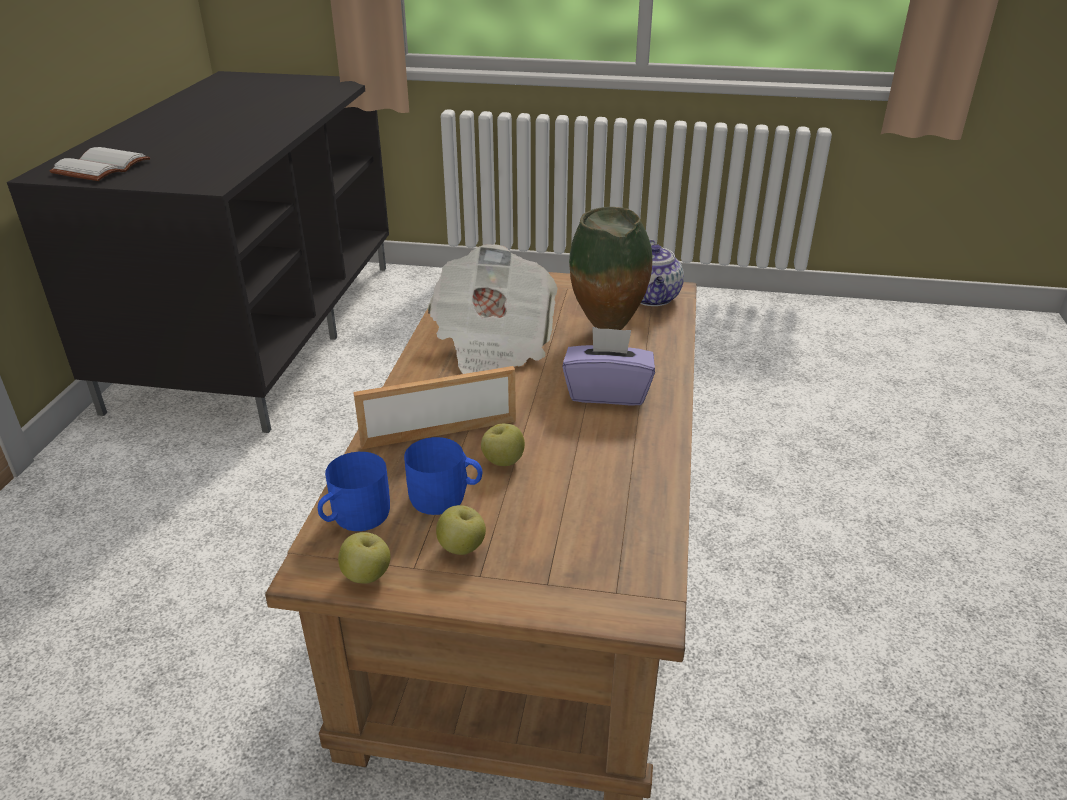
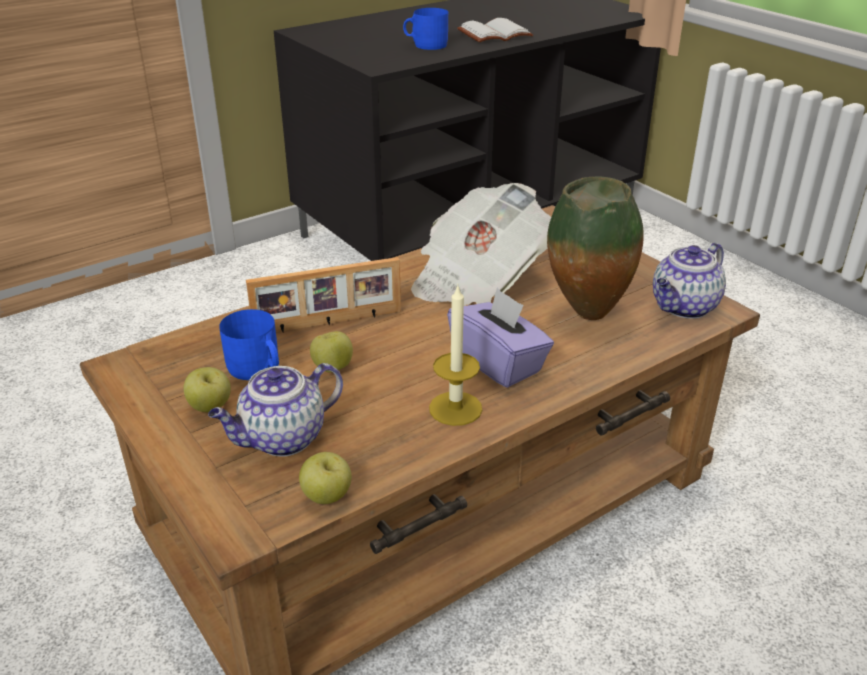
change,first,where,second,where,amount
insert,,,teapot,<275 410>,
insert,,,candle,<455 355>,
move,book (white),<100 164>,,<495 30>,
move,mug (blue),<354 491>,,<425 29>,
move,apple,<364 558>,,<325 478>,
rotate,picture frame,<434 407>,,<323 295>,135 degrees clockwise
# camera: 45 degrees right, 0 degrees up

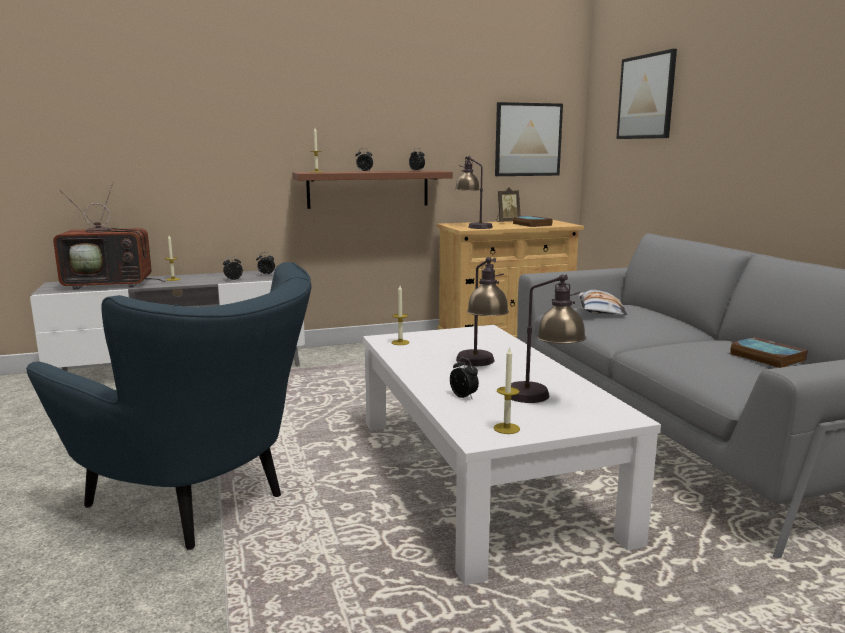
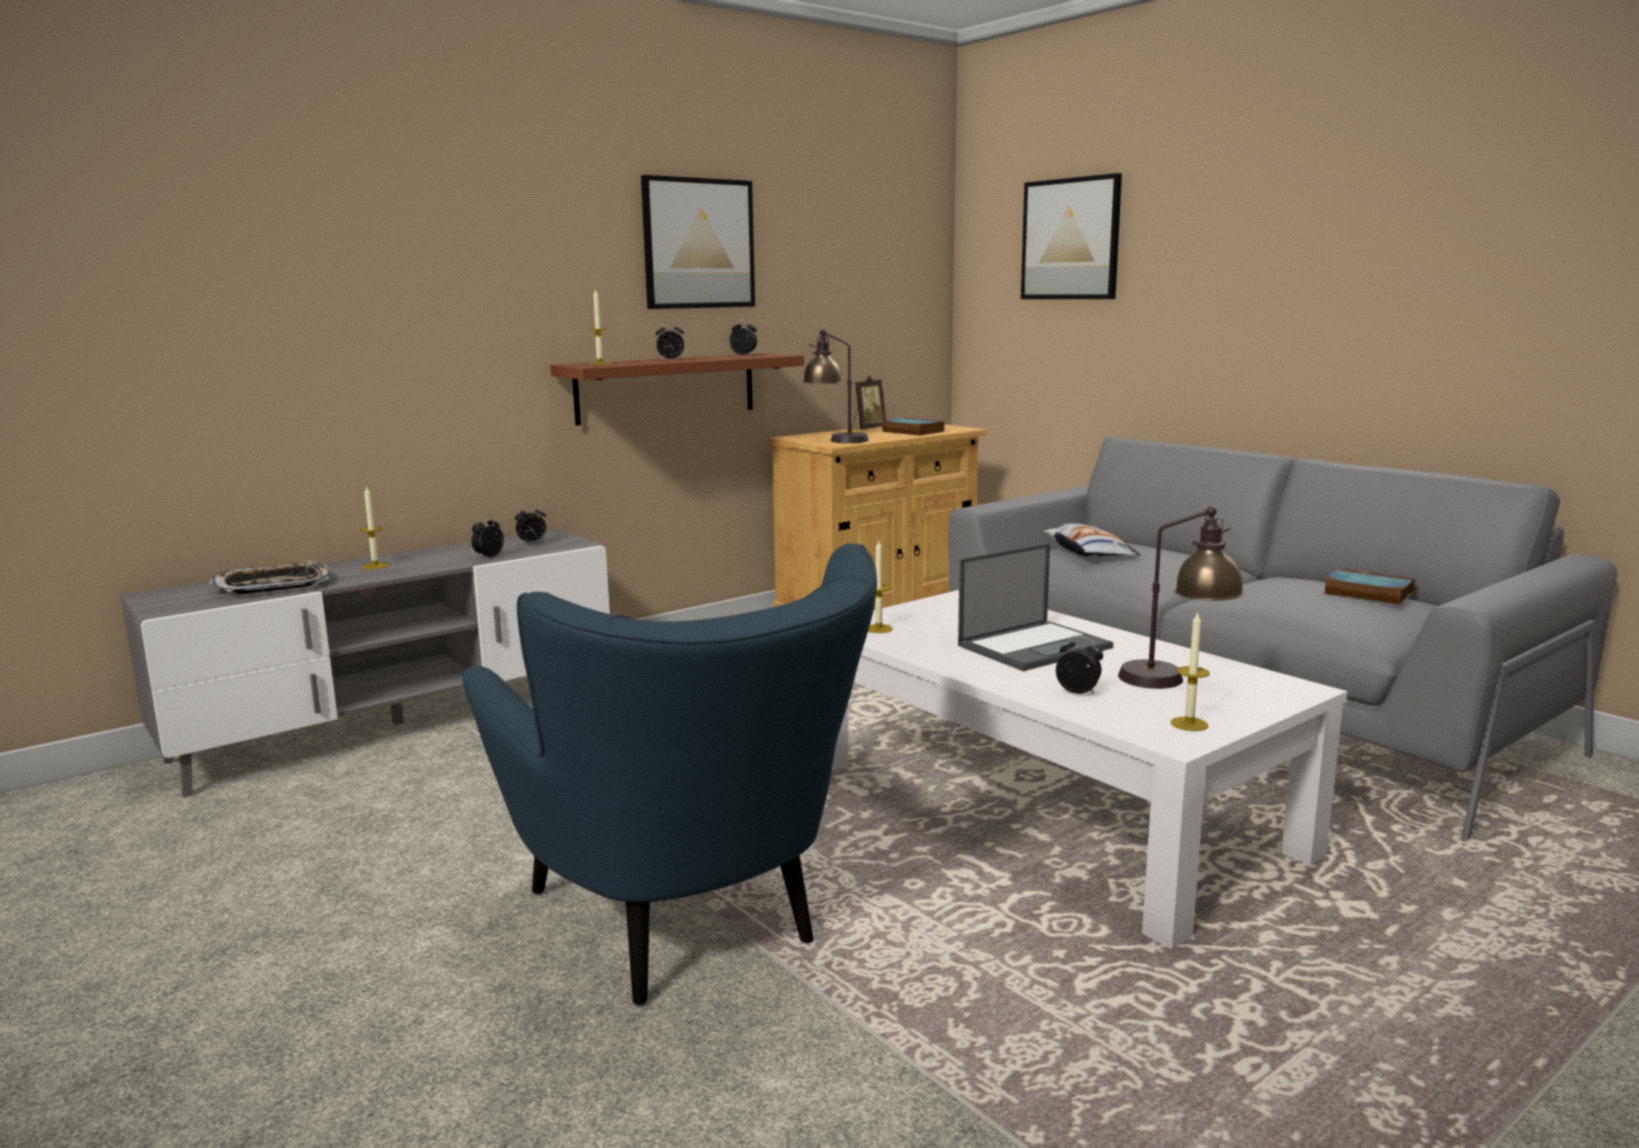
change,first,where,second,where,amount
move,picture,<529 139>,,<698 242>,
replace,television,<109 236>,tray,<270 577>,
replace,table lamp,<482 311>,laptop,<1035 607>,
rotate,armchair (blue),<169 406>,,<669 775>,45 degrees clockwise
# camera: 20 degrees left, 0 degrees up

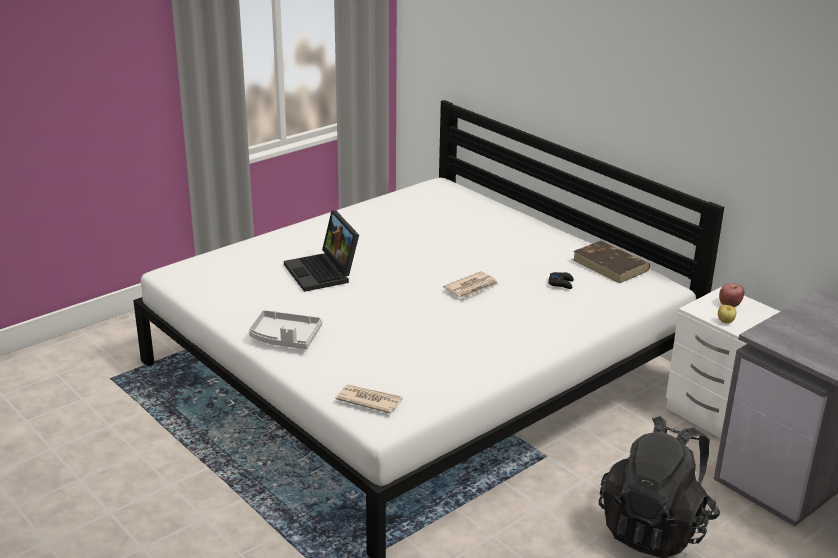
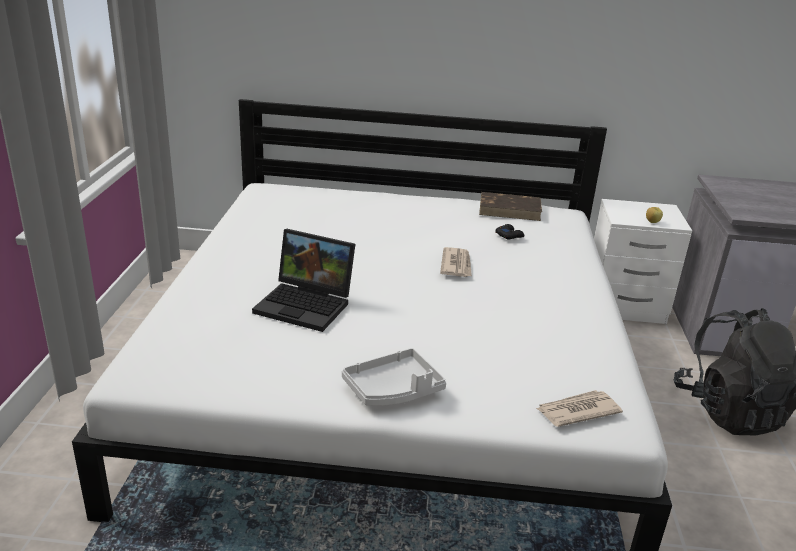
change,first,where,second,where,amount
delete,apple,<731 295>,,,
# camera: 45 degrees left, 0 degrees up

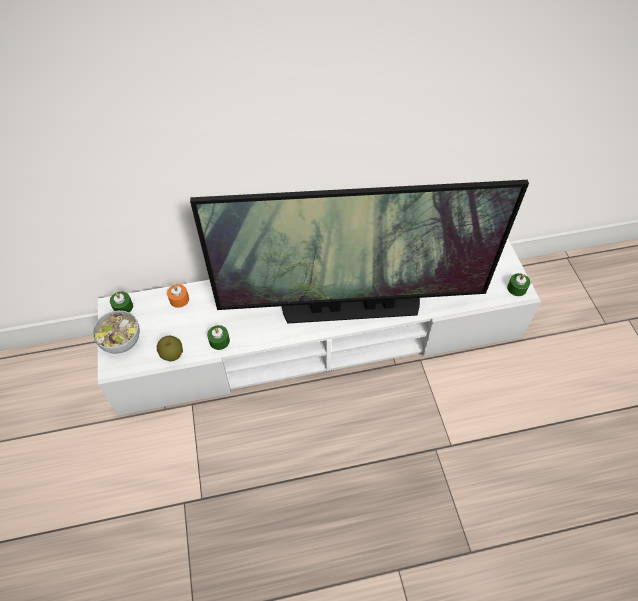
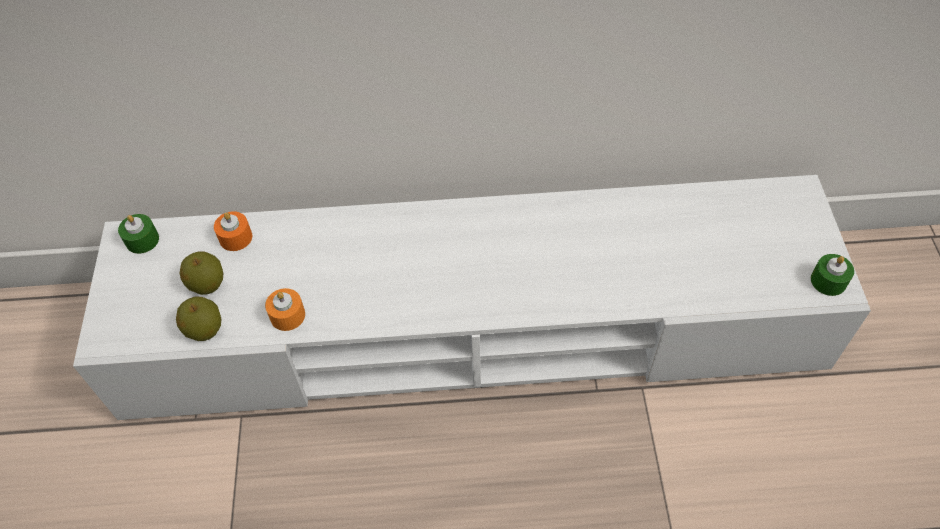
change,first,where,second,where,amount
delete,bowl,<116 332>,,,
delete,television,<359 251>,,,
insert,,,apple,<201 273>,
recolor,candle (green),<218 337>,candle (orange),<285 309>,
# camera: 10 degrees right, 0 degrees up

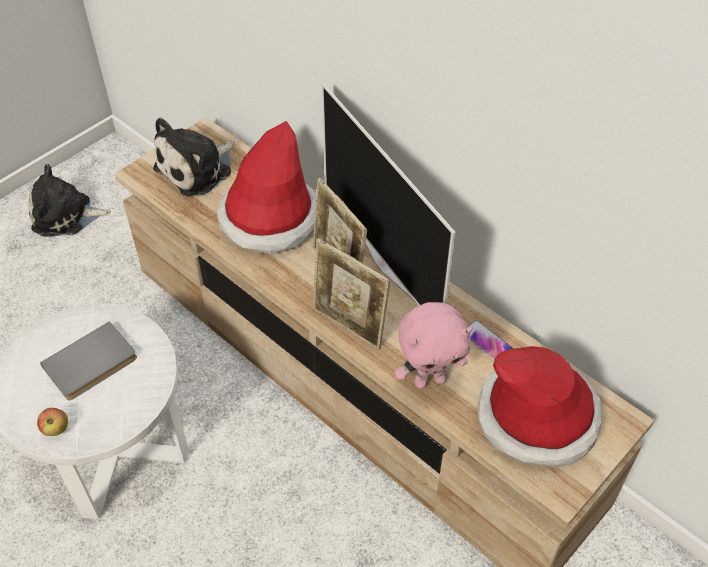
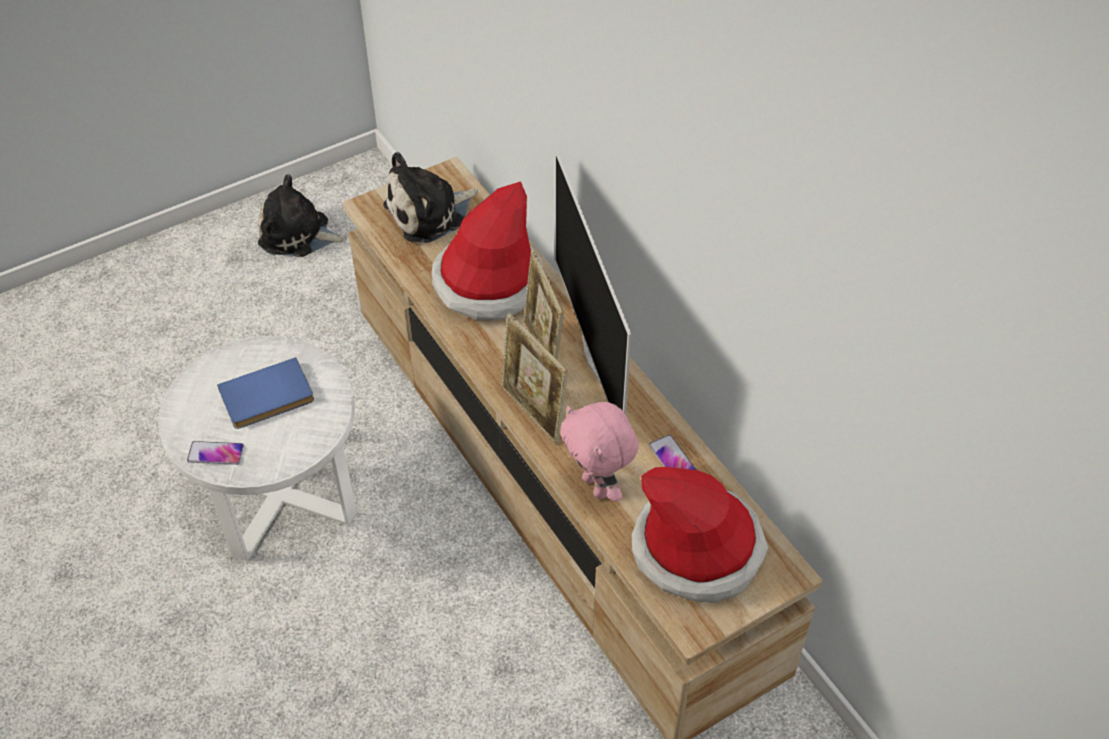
change,first,where,second,where,amount
replace,apple,<52 422>,phone,<215 453>,
recolor,book (grey),<88 360>,book (blue),<265 393>,
rotate,plush toy (pink),<434 345>,,<599 452>,60 degrees clockwise
# camera: 15 degrees right, 0 degrees up

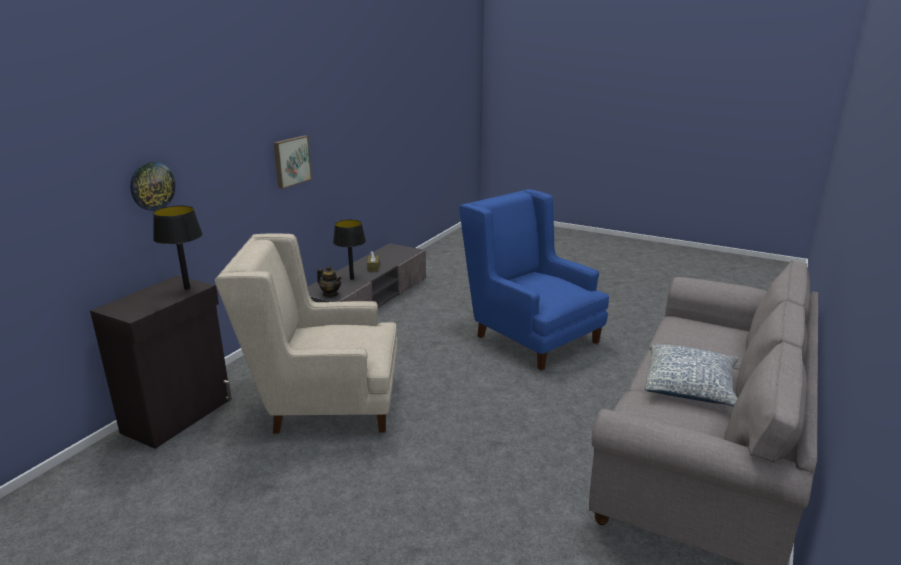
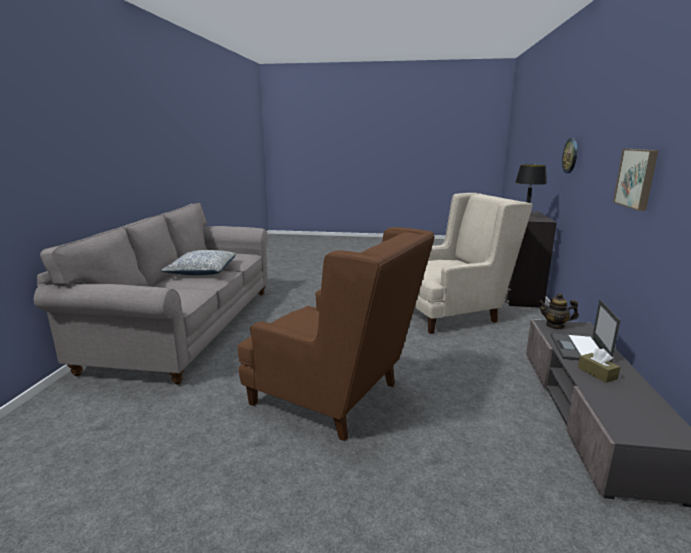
change,first,where,second,where,amount
replace,table lamp (black),<349 250>,laptop,<585 331>,
recolor,armchair (blue),<534 280>,armchair (brown),<336 334>,
# camera: 160 degrees right, 5 degrees down

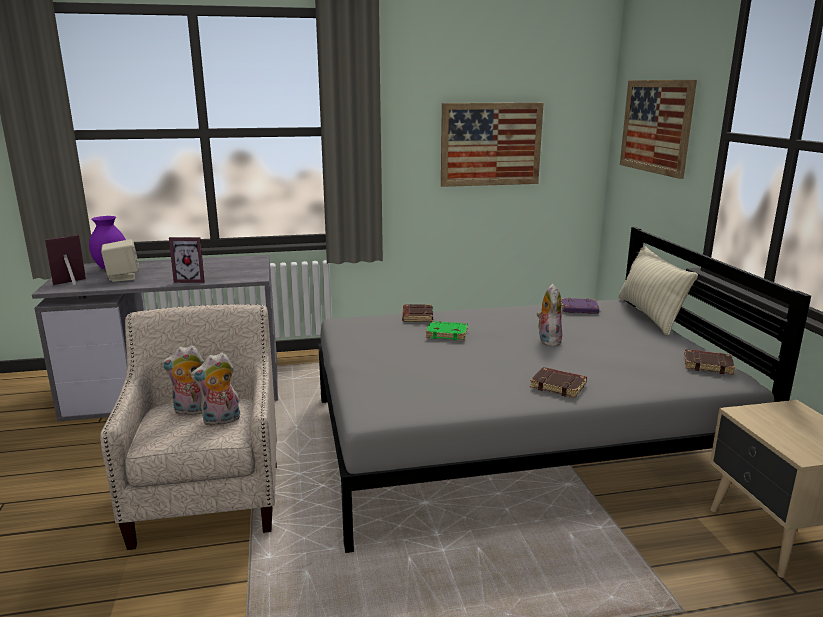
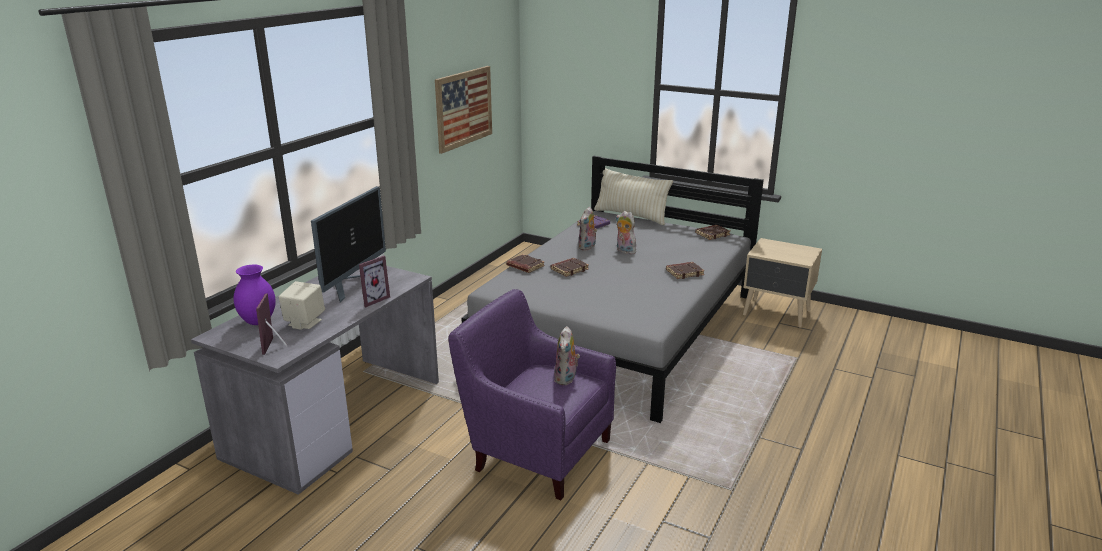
change,first,where,second,where,amount
delete,picture,<658 129>,,,
insert,,,monitor,<348 244>,
move,plush toy,<182 380>,,<587 229>,
recolor,armchair (beige),<188 427>,armchair (purple),<532 394>,
recolor,book (green),<447 330>,book (brown),<570 267>,
# camera: 50 degrees left, 5 degrees up

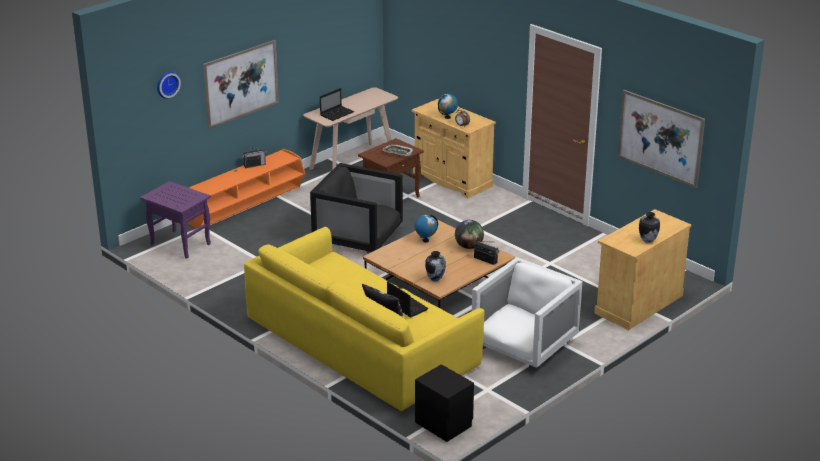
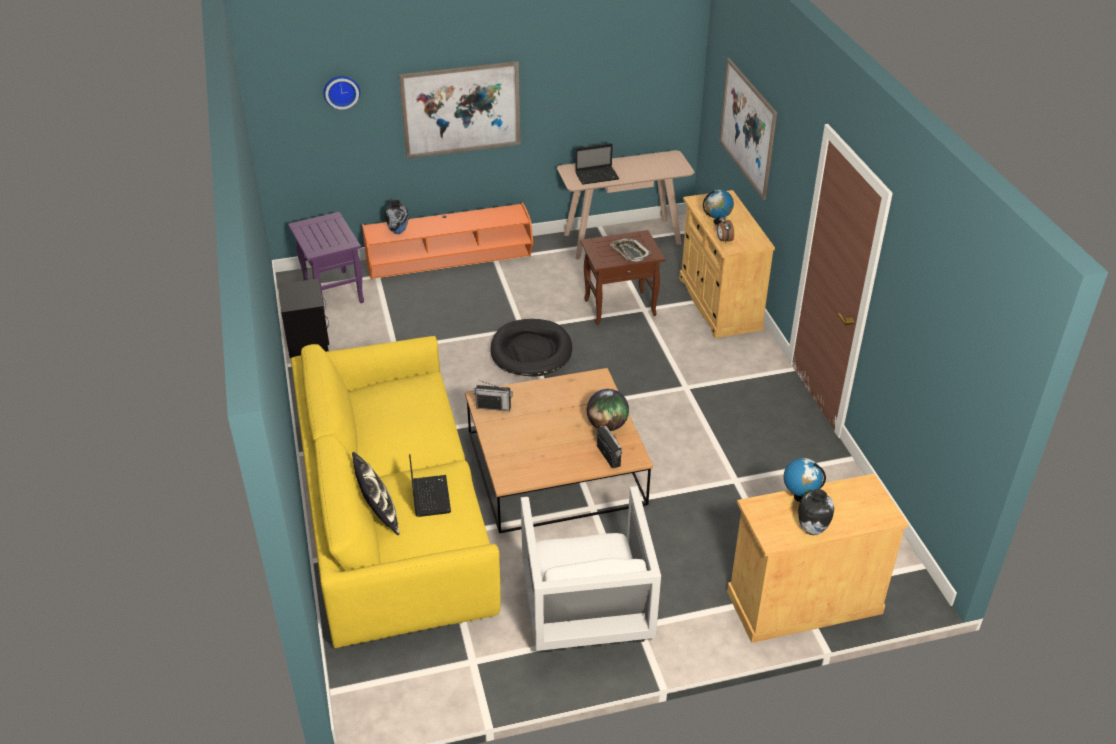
change,first,where,second,where,amount
move,radio,<254 158>,,<493 395>,
move,globe,<426 229>,,<805 480>,
move,nightstand (black),<444 403>,,<303 318>,
move,vase,<435 266>,,<397 217>,
move,picture,<661 139>,,<748 129>,
replace,armchair (black),<356 208>,dog bed (black),<531 348>,
rotate,armchair (white),<527 314>,,<591 569>,105 degrees clockwise
# camera: 30 degrees right, 10 degrees up

